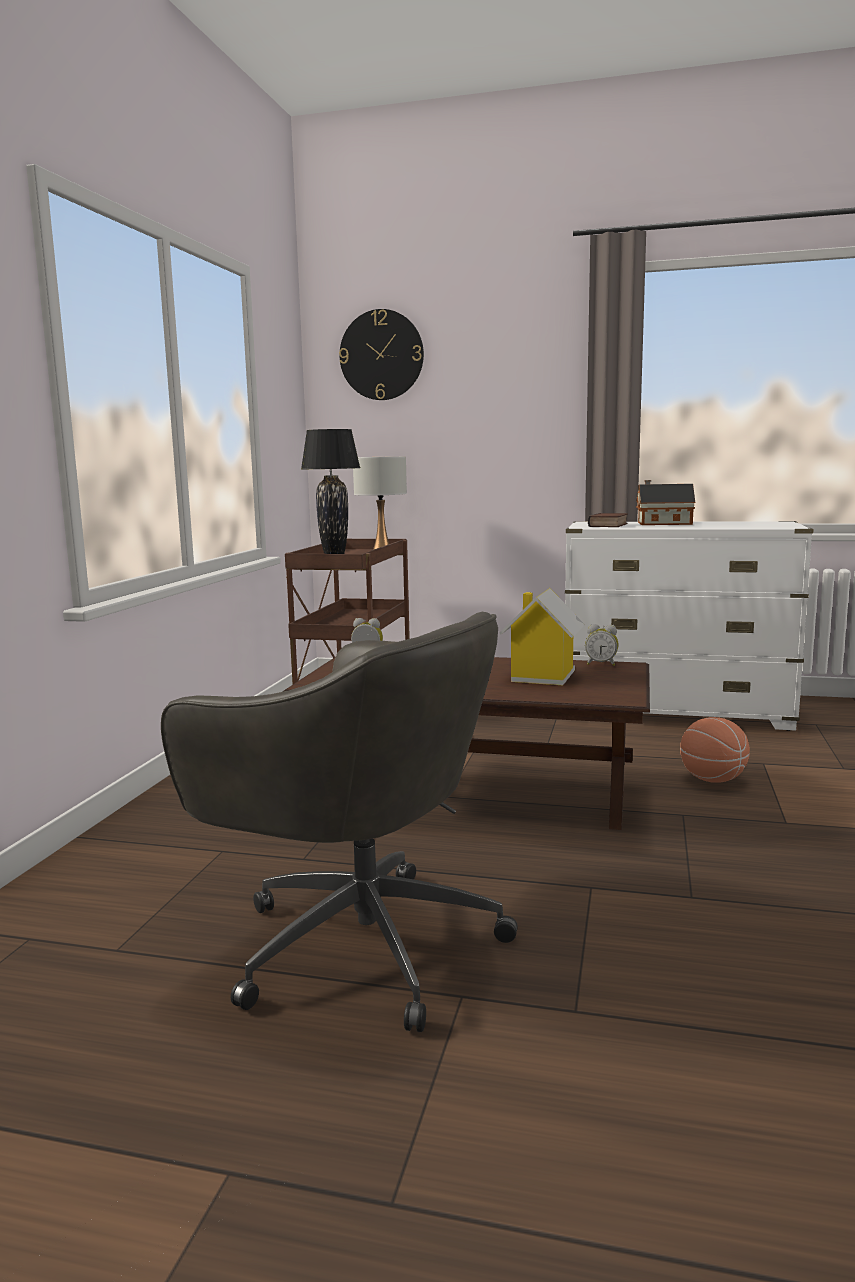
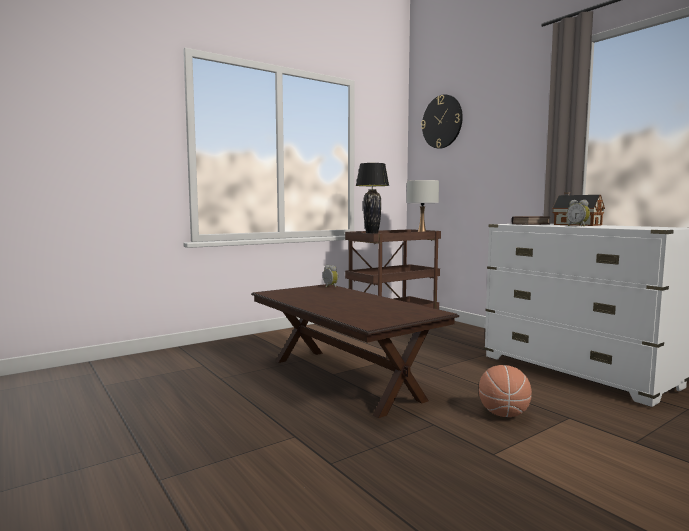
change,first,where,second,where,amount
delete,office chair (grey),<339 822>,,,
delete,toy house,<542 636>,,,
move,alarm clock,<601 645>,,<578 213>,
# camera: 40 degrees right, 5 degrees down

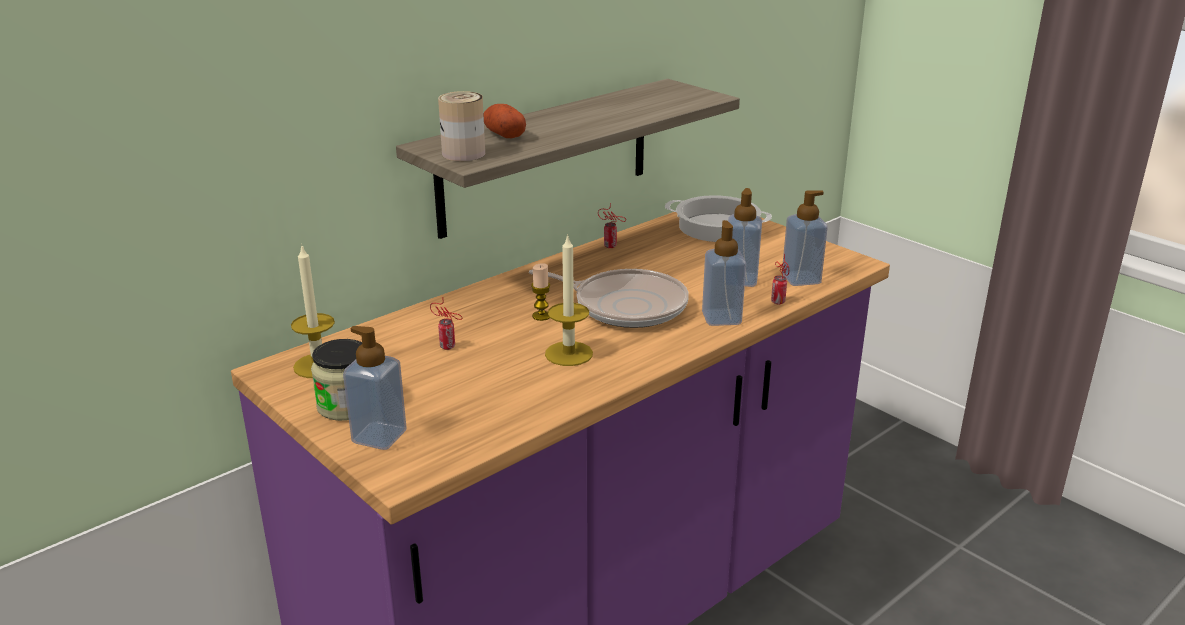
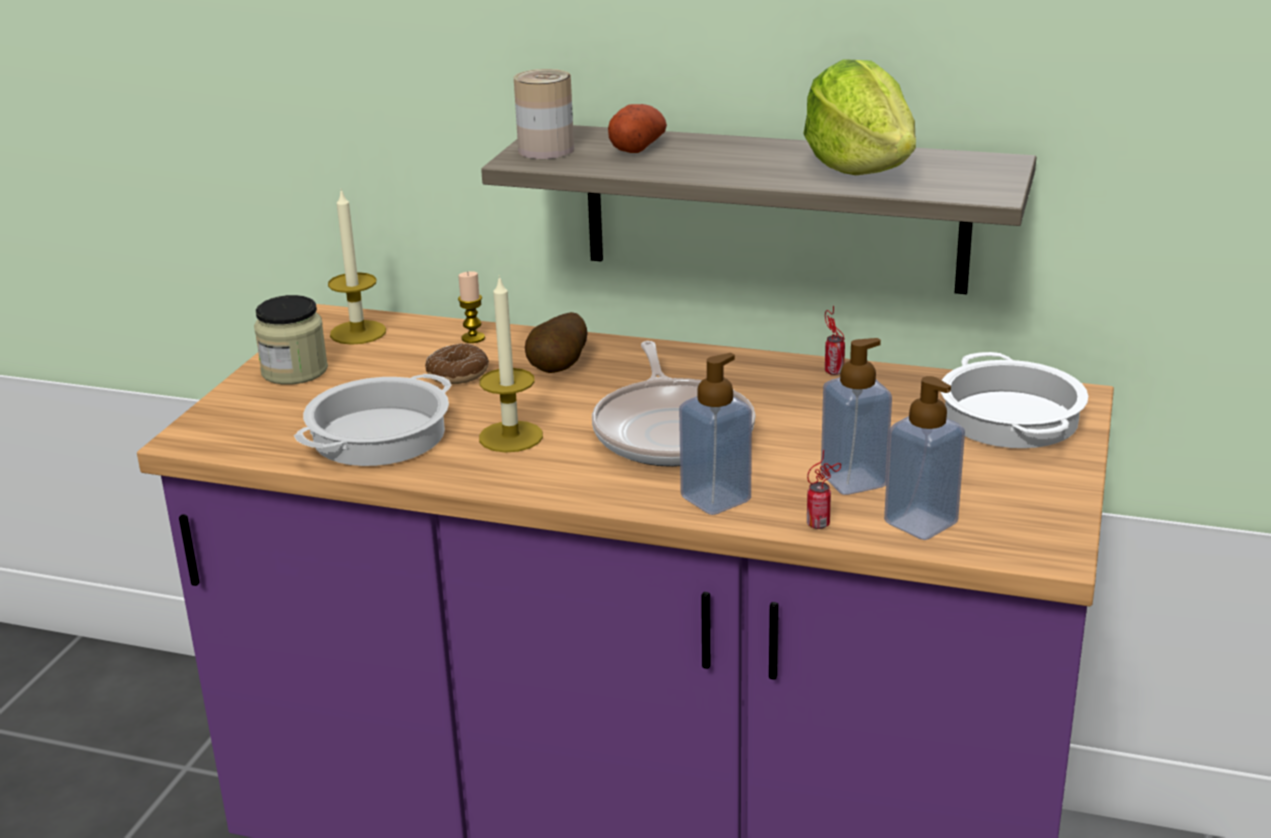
change,first,where,second,where,amount
delete,soap dispenser,<375 388>,,,
insert,,,cooking pot,<372 420>,
insert,,,potato,<556 342>,
insert,,,lettuce,<859 117>,
move,candle,<540 292>,,<471 307>,
replace,can,<446 326>,donut,<457 364>,
# camera: 60 degrees right, 0 degrees up

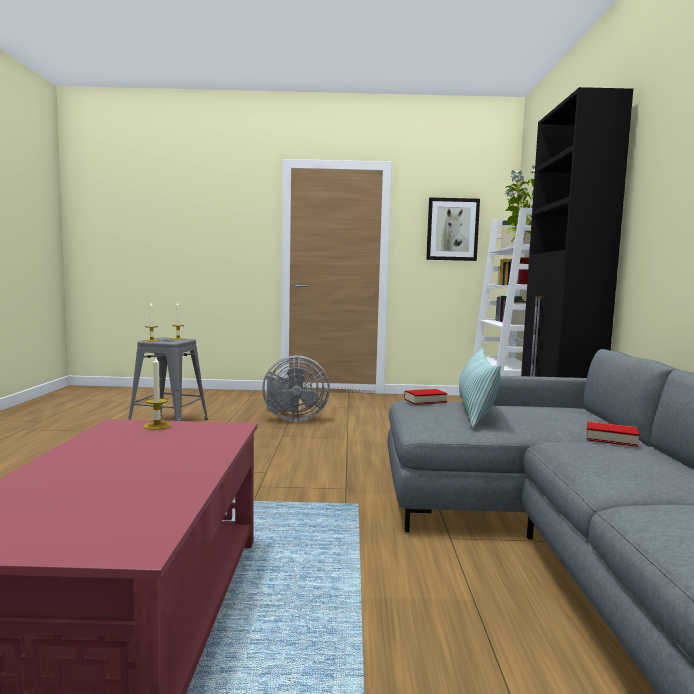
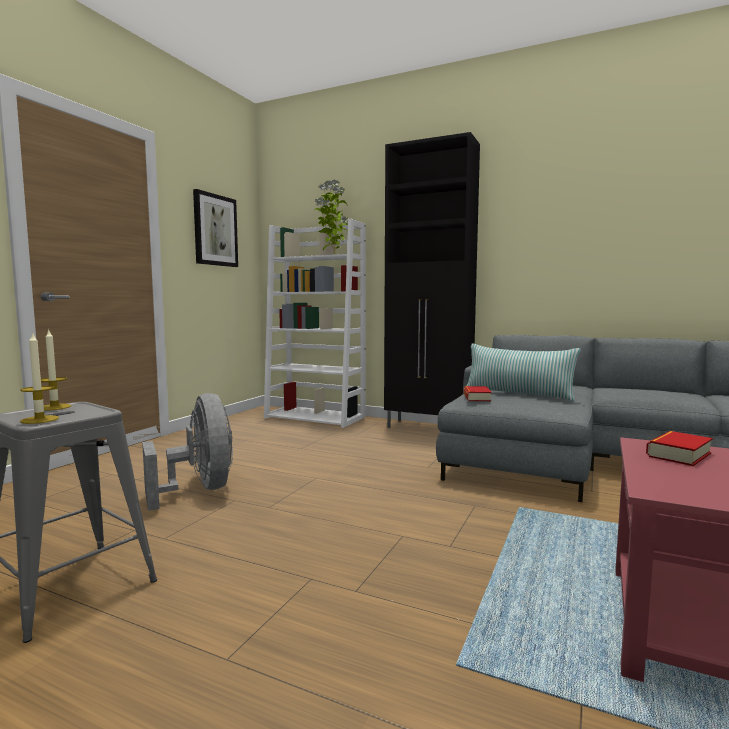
change,first,where,second,where,amount
delete,candle,<157 393>,,,
move,book,<612 434>,,<679 448>,
rotate,fan (grey),<296 388>,,<187 452>,45 degrees counterclockwise
# camera: 65 degrees left, 0 degrees up

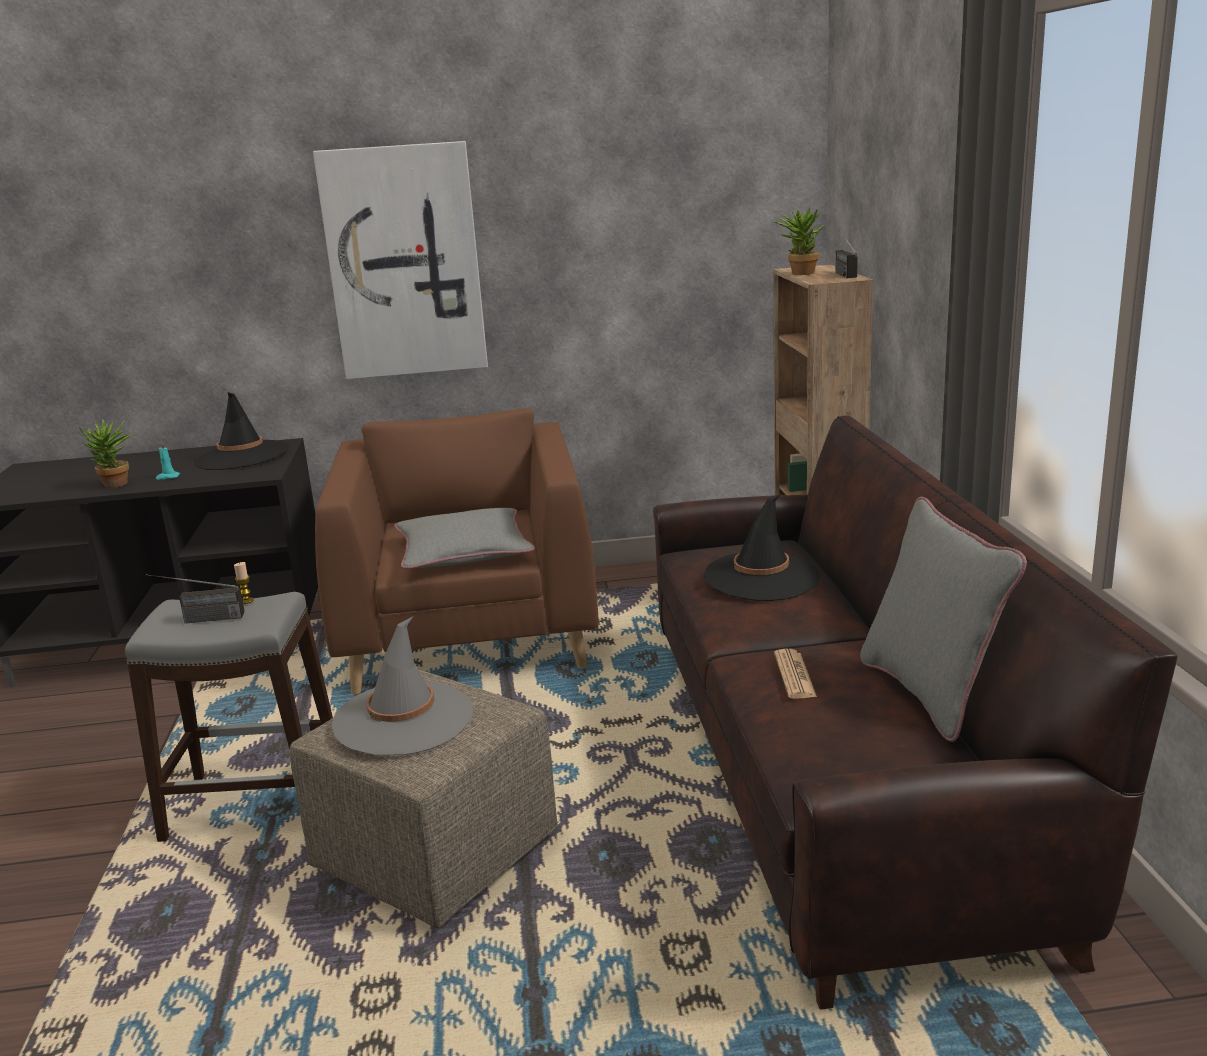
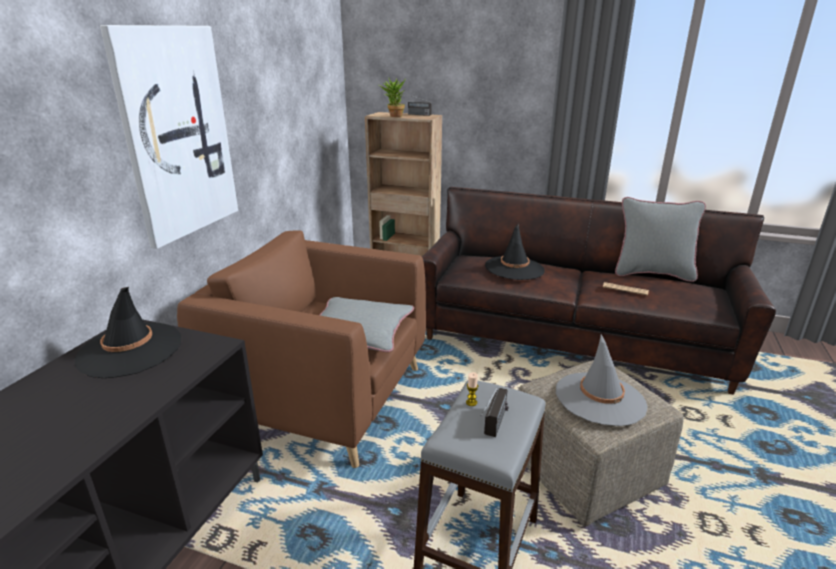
change,first,where,second,where,amount
delete,potted plant,<105 453>,,,
delete,candle (turquoise),<168 460>,,,
# camera: 65 degrees left, 5 degrees up

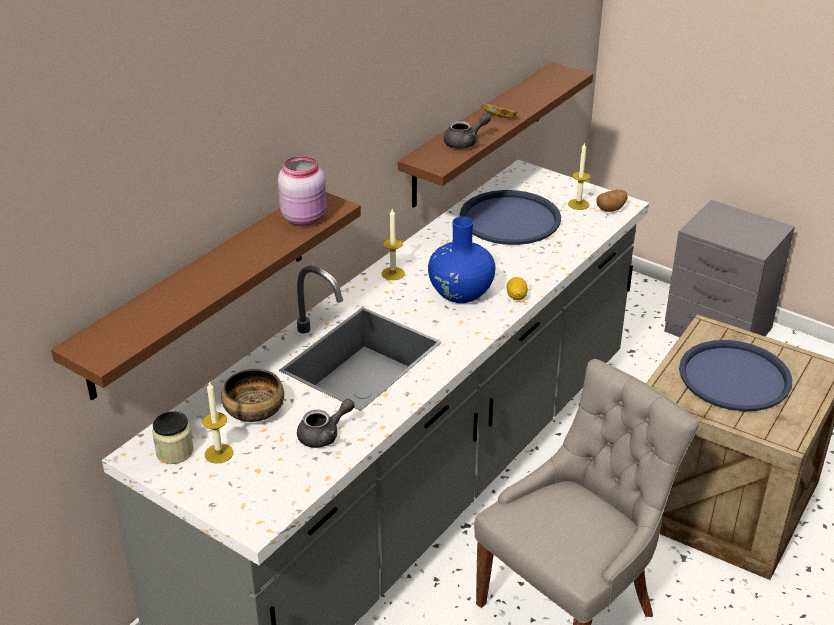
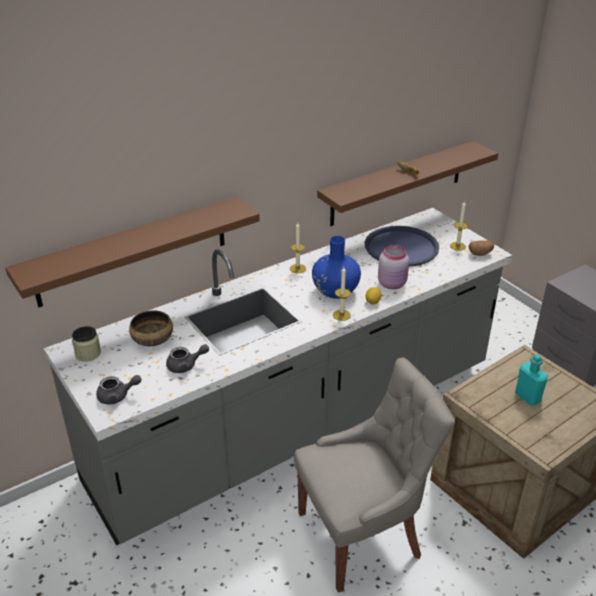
change,first,where,second,where,amount
move,candle,<217 422>,,<342 294>,
move,jar (pink),<302 191>,,<393 267>,
move,teapot (grey),<467 131>,,<119 389>,
replace,tray (blue),<735 375>,bottle (turquoise),<531 380>,
# camera: 20 degrees right, 0 degrees up

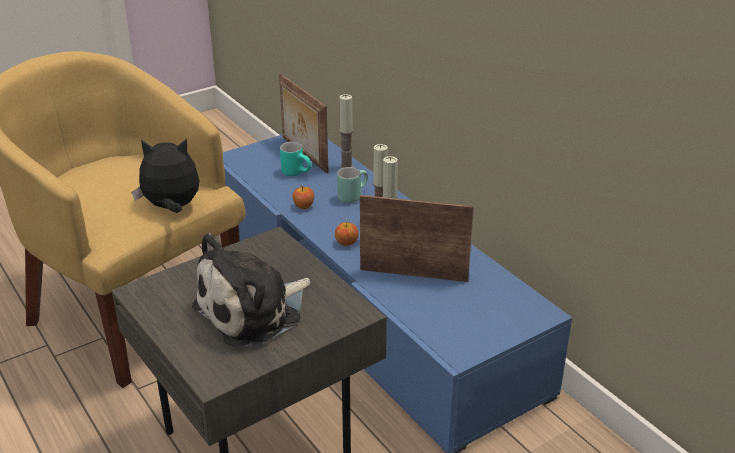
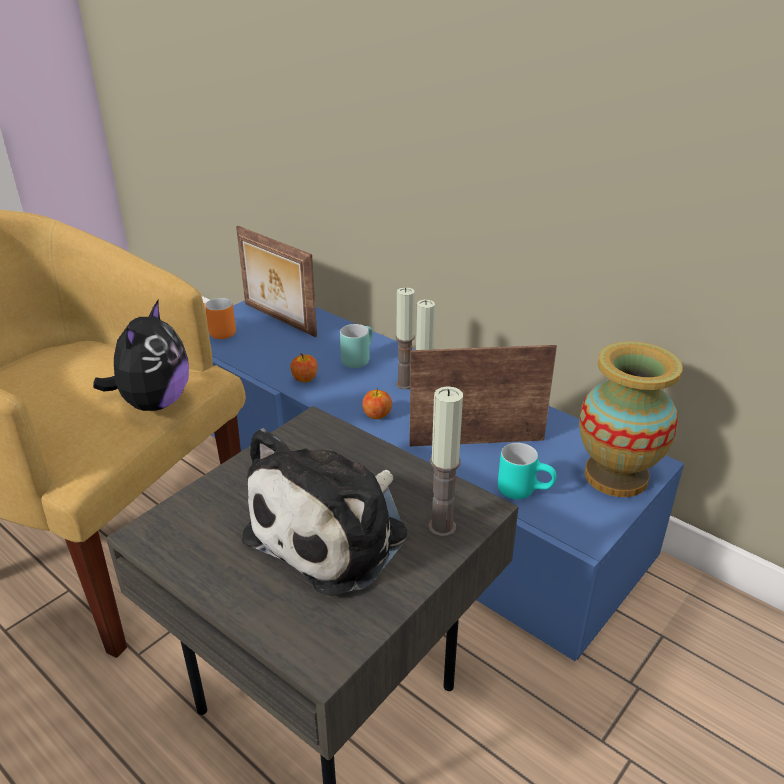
change,first,where,second,where,amount
insert,,,mug (orange),<220 318>,
insert,,,vase,<630 419>,
move,mug (turquoise),<295 159>,,<527 471>,
move,candle,<346 131>,,<445 461>,
rotate,plush toy,<165 175>,,<141 355>,120 degrees clockwise
# camera: 15 degrees left, 0 degrees up

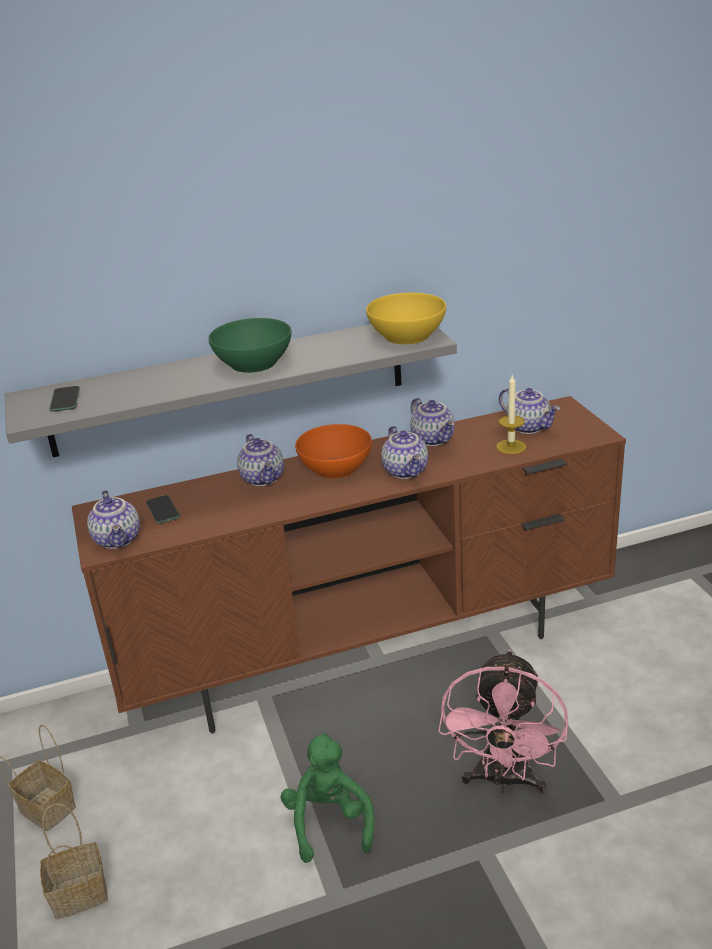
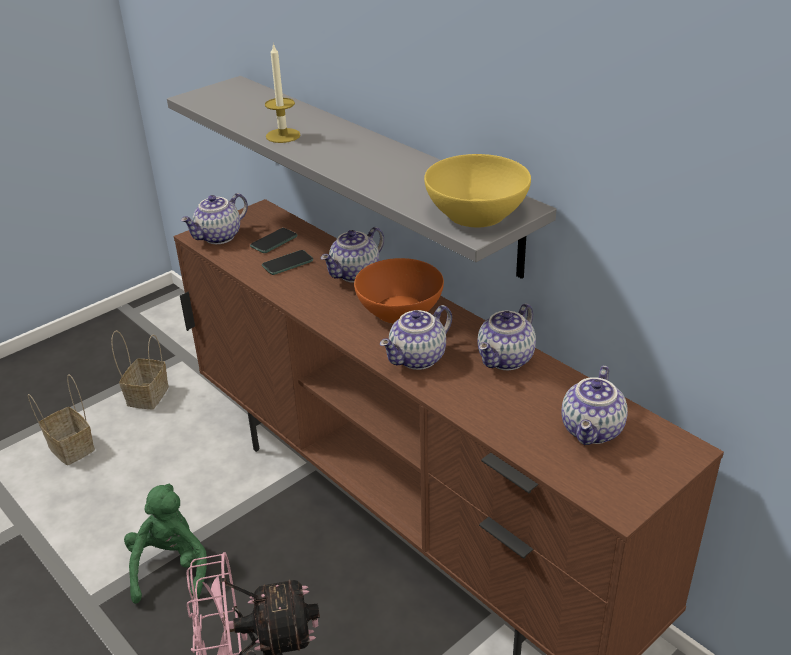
change,first,where,second,where,amount
delete,bowl (green),<249 345>,,,
move,phone,<64 399>,,<287 262>,
move,candle,<511 414>,,<282 93>,
rotate,plush toy (green),<327 798>,,<165 544>,60 degrees counterclockwise
# camera: 65 degrees right, 5 degrees up

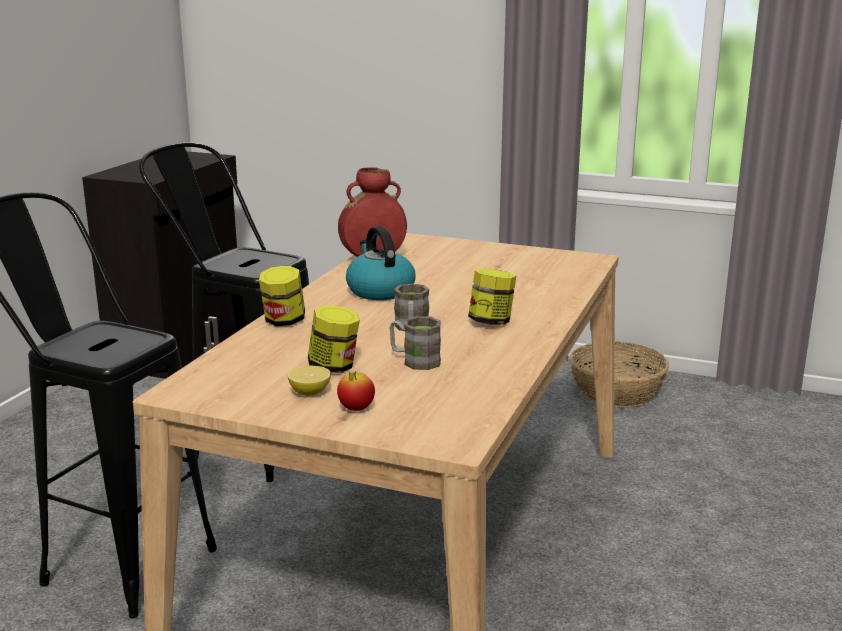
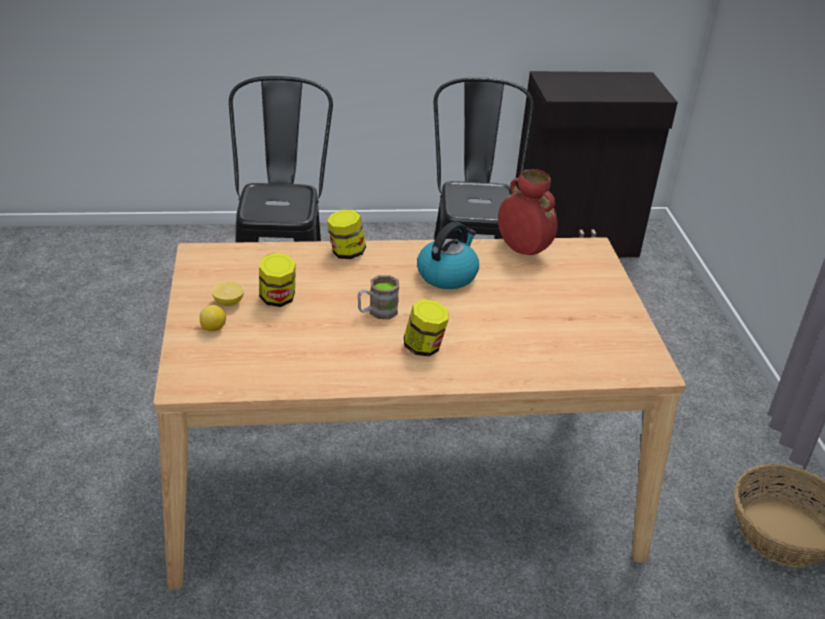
change,first,where,second,where,amount
delete,mug (brown),<415 343>,,,
replace,apple,<356 391>,lemon,<213 318>,
# camera: 60 degrees right, 15 degrees up

